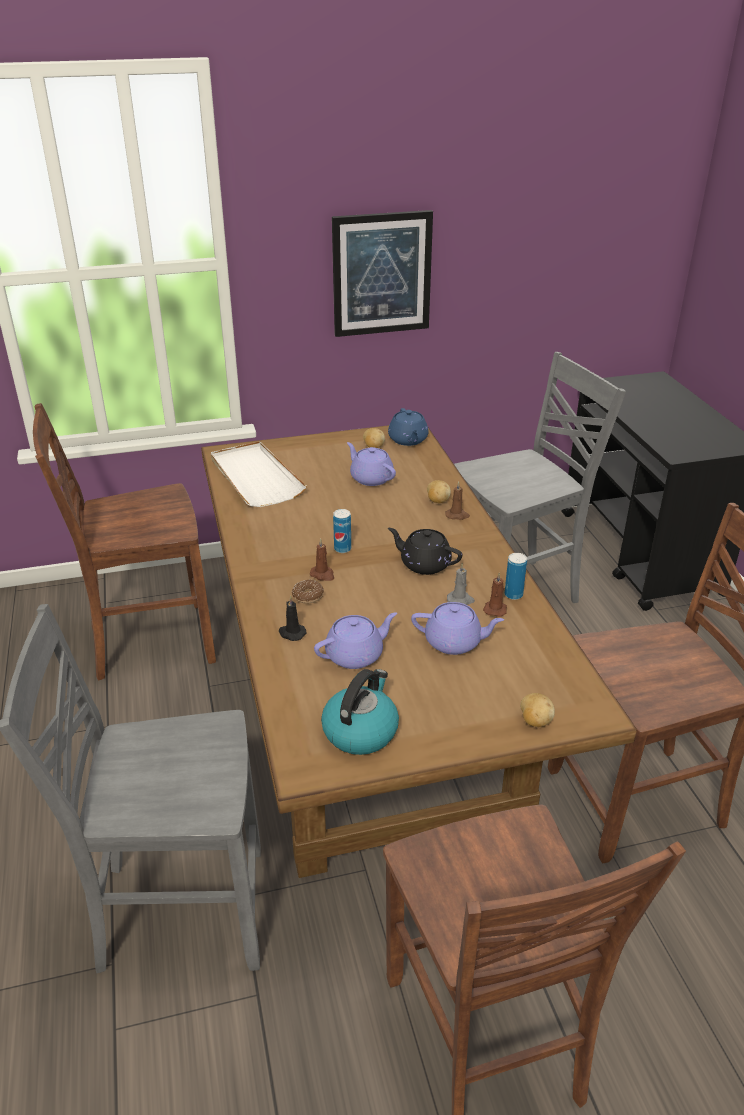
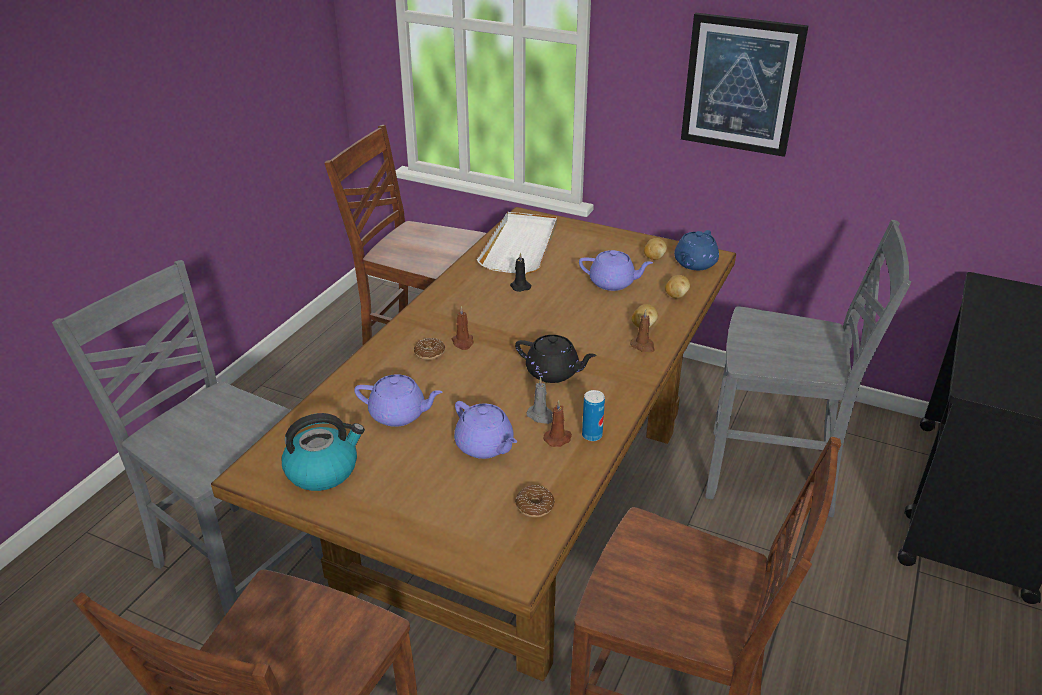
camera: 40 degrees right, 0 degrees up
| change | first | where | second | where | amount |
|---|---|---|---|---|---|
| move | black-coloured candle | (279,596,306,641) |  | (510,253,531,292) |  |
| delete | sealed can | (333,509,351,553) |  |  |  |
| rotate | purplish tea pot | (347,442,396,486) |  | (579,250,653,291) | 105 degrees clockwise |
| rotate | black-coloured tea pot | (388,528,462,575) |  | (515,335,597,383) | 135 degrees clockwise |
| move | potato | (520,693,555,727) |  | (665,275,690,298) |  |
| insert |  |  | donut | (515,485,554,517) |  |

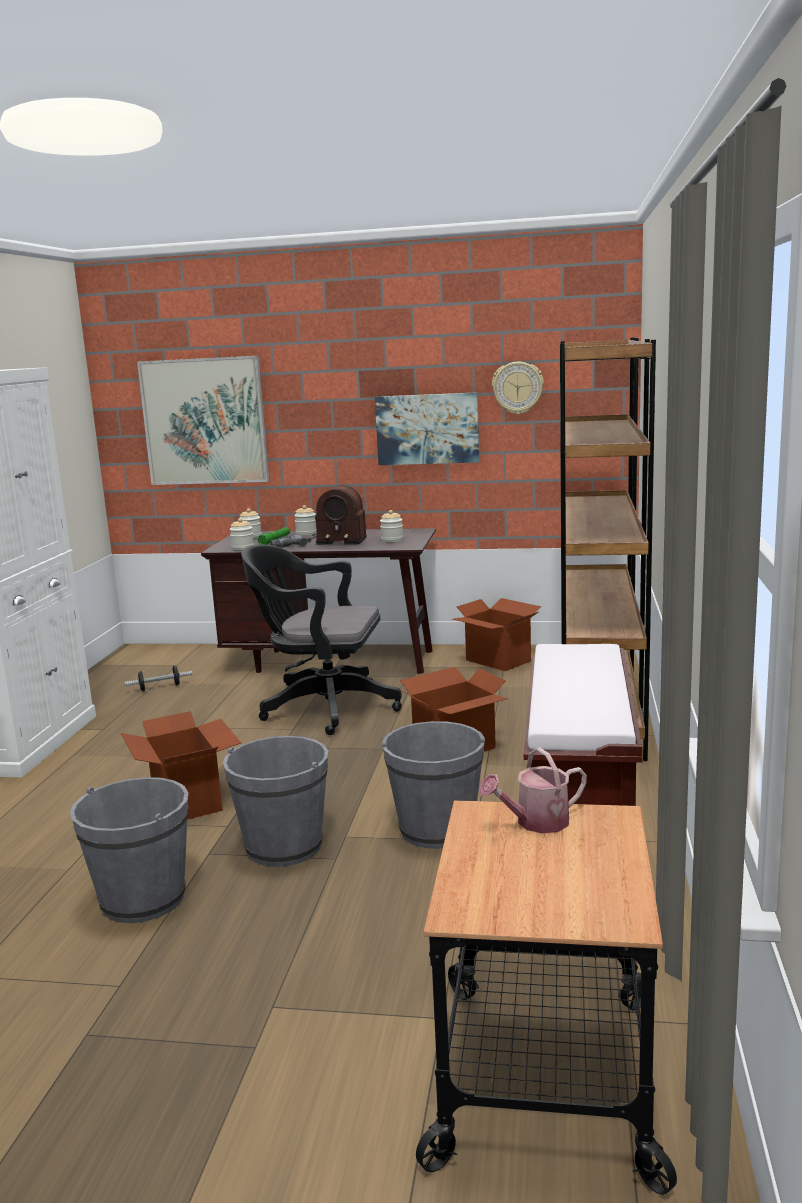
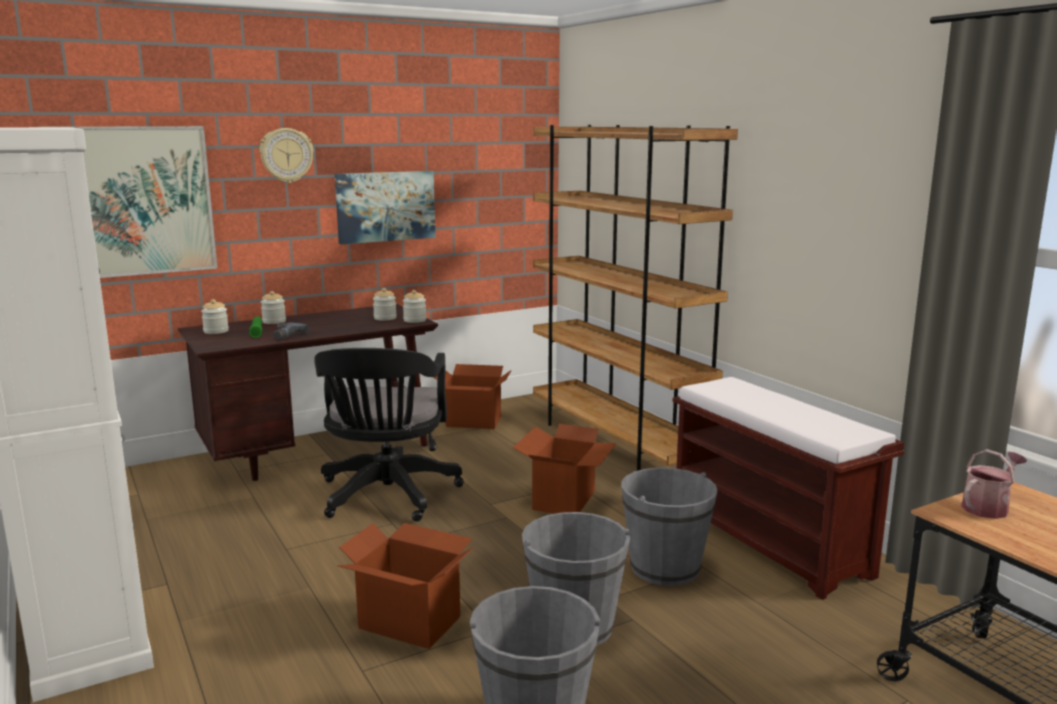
camera: 40 degrees left, 0 degrees up
| change | first | where | second | where | amount |
|---|---|---|---|---|---|
| delete | hand weight | (125,666,192,691) |  |  |  |
| move | storage jar | (230,518,254,550) |  | (403,290,426,323) |  |
| rotate | black-coloured desk chair | (241,545,402,735) |  | (314,348,464,522) | 60 degrees counterclockwise |
| delete | radio set | (307,485,367,544) |  |  |  |
| rotate | watering can | (479,747,587,834) |  | (961,449,1027,519) | 150 degrees counterclockwise |
| move | wall clock | (492,362,544,415) |  | (259,128,314,183) |  |

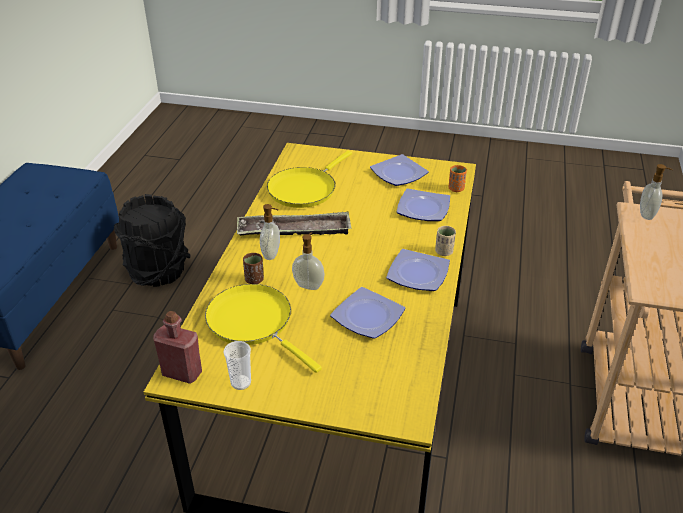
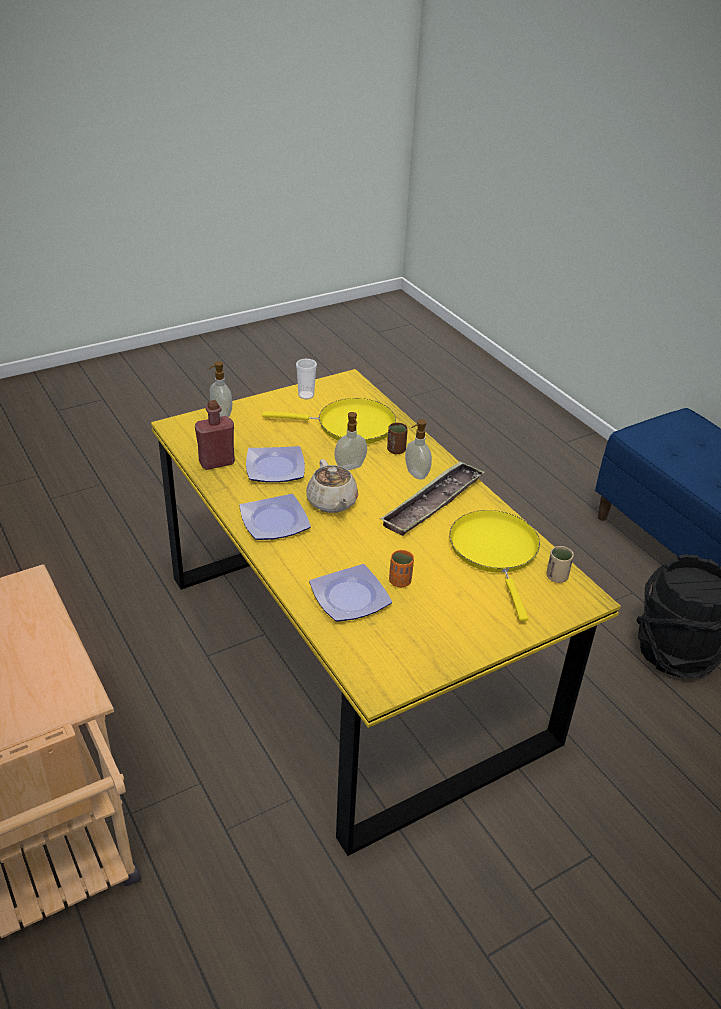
camera: 135 degrees right, 0 degrees up
| change | first | where | second | where | amount |
|---|---|---|---|---|---|
| move | red-coloured bottle | (153,311,202,384) |  | (195,400,235,470) |  |
| delete | flat dish | (370,154,429,186) |  |  |  |
| move | sand-coloured drinking cup | (435,226,456,256) |  | (546,546,573,583) |  |
| move | orange-coloured drinking cup | (449,165,467,192) |  | (389,550,414,587) |  |
| move | soap bottle | (640,164,673,220) |  | (208,361,232,417) |  |
| insert |  |  | sand-coloured tea pot | (306,459,358,513) |  |

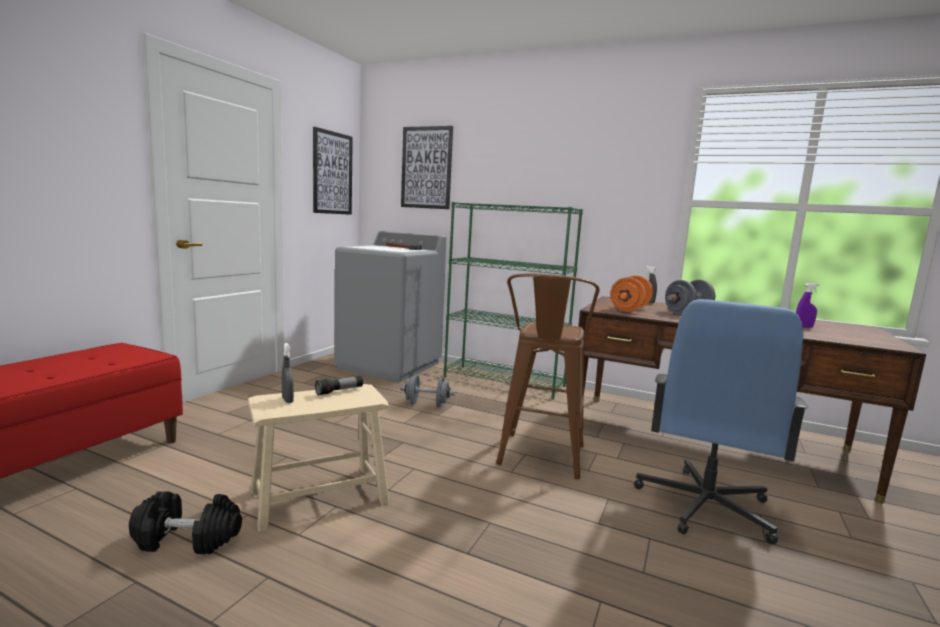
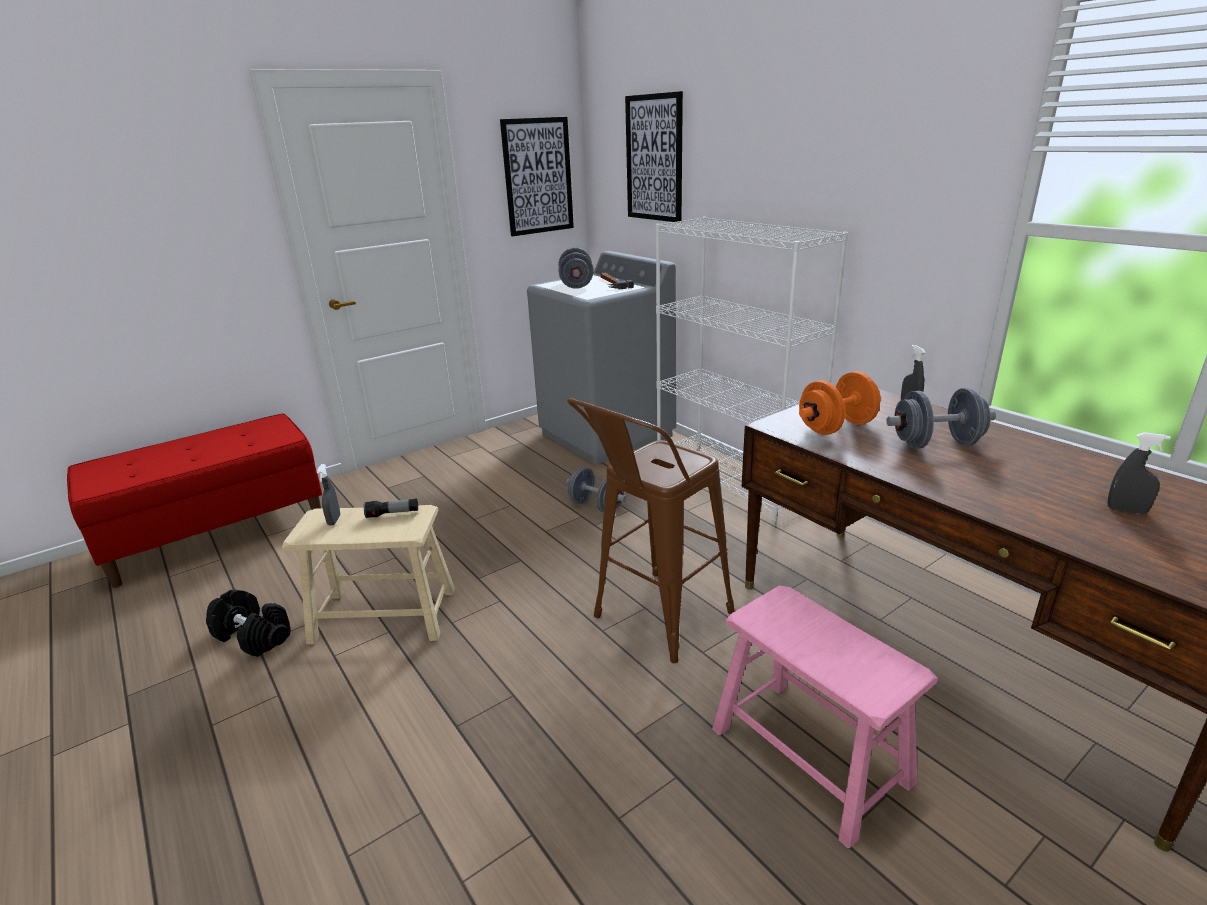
camera: 30 degrees right, 15 degrees up
| change | first | where | second | where | amount |
|---|---|---|---|---|---|
| recolor | greenish bookcase | (444,202,583,400) | white-coloured bookcase | (655,217,848,522) |  |
| replace | blue desk chair | (634,299,808,544) | pink-coloured sitting stool | (712,586,938,848) |  |
| recolor | purplish hand sprayer | (796,283,820,328) | gray hand sprayer | (1107,432,1171,514) |  |
| insert |  |  | gray hand weight | (558,248,593,289) |  |

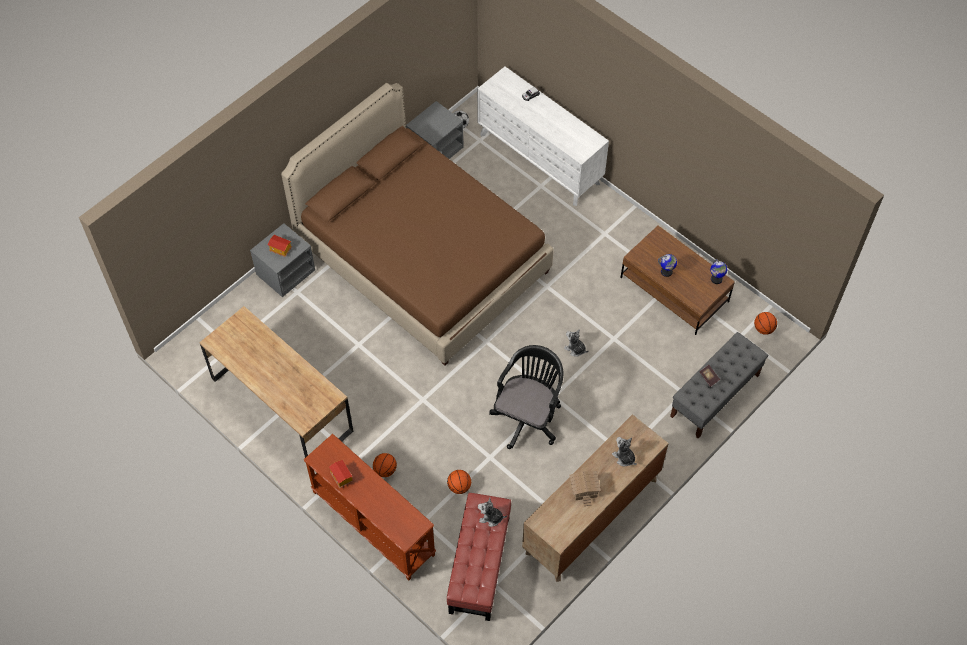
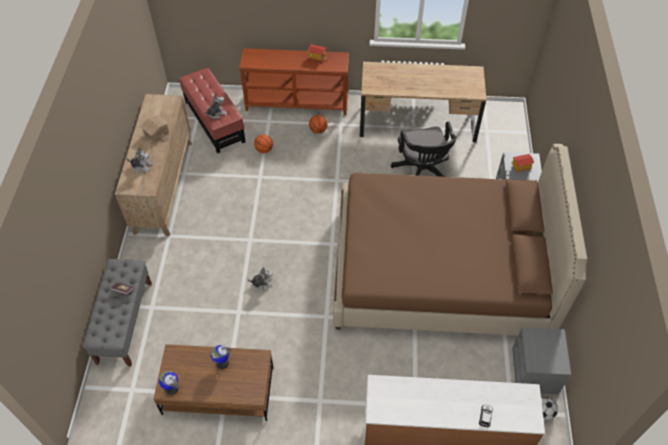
camera: 140 degrees right, 5 degrees down
| change | first | where | second | where | amount |
|---|---|---|---|---|---|
| move | black-coloured desk chair | (489,345,564,449) |  | (391,122,457,177) |  |
| delete | basketball | (754,312,777,335) |  |  |  |

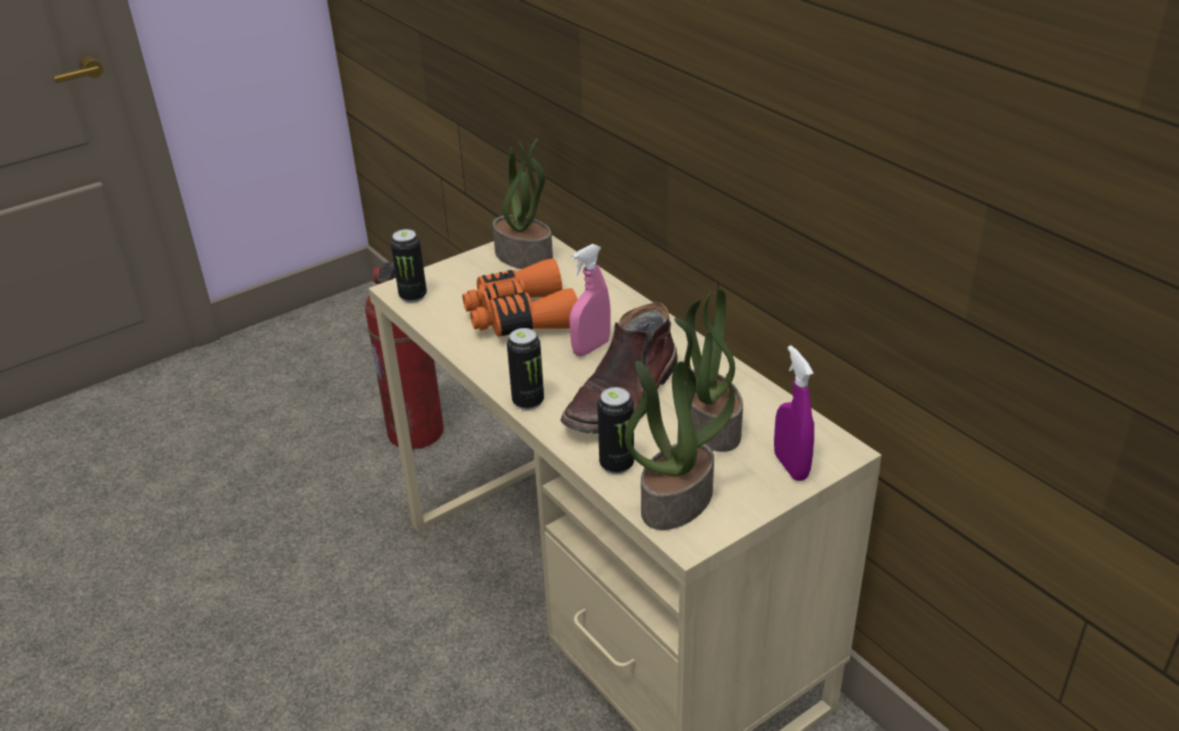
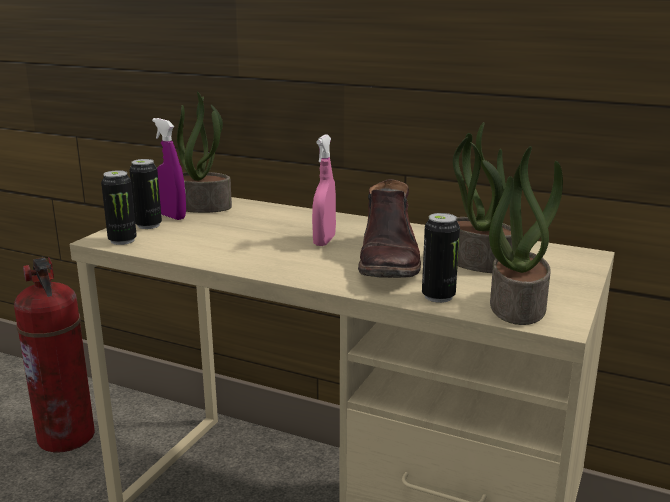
camera: 30 degrees left, 15 degrees down
| change | first | where | second | where | amount |
|---|---|---|---|---|---|
| delete | orange-coloured binoculars | (462,258,578,337) |  |  |  |
| move | sealed can | (507,328,544,410) |  | (129,159,162,229) |  |
| move | purplish hand sprayer | (774,345,814,481) |  | (152,118,186,220) |  |

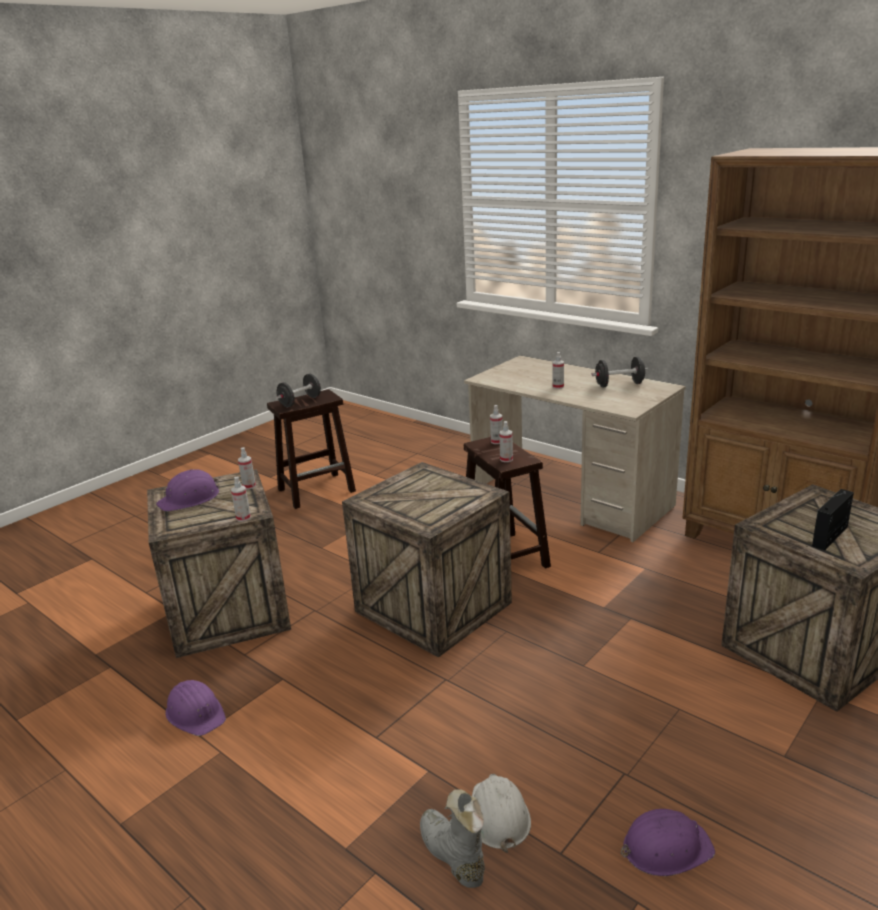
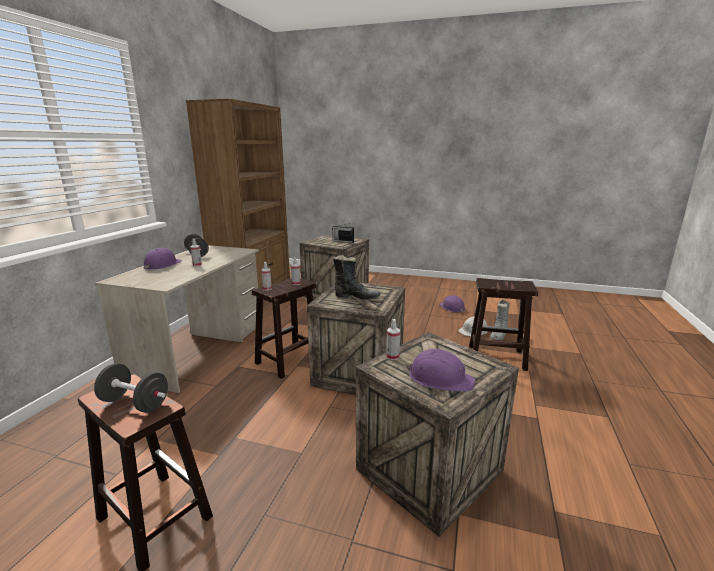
camera: 115 degrees left, 5 degrees down
| change | first | where | second | where | amount |
|---|---|---|---|---|---|
| move | purplish hard hat | (165,680,226,736) |  | (143,248,182,270) |  |
| delete | hand sprayer | (231,476,251,522) |  |  |  |
| insert |  |  | black-coloured tall boot | (333,255,381,300) |  |
| insert |  |  | brownish sitting stool | (469,278,538,371) |  |

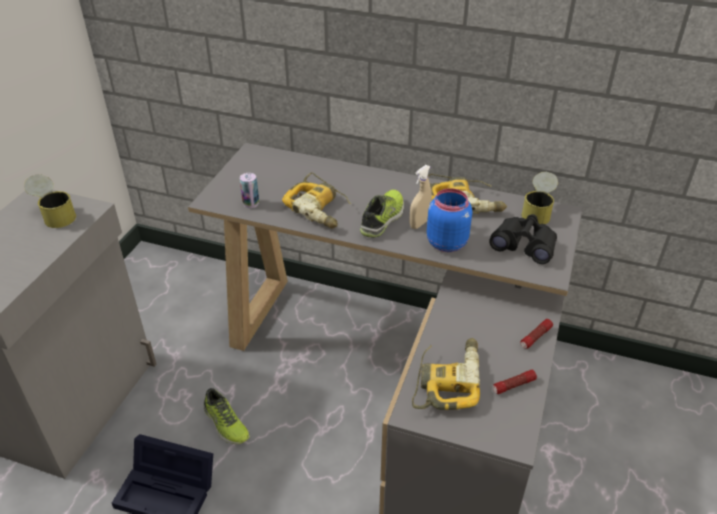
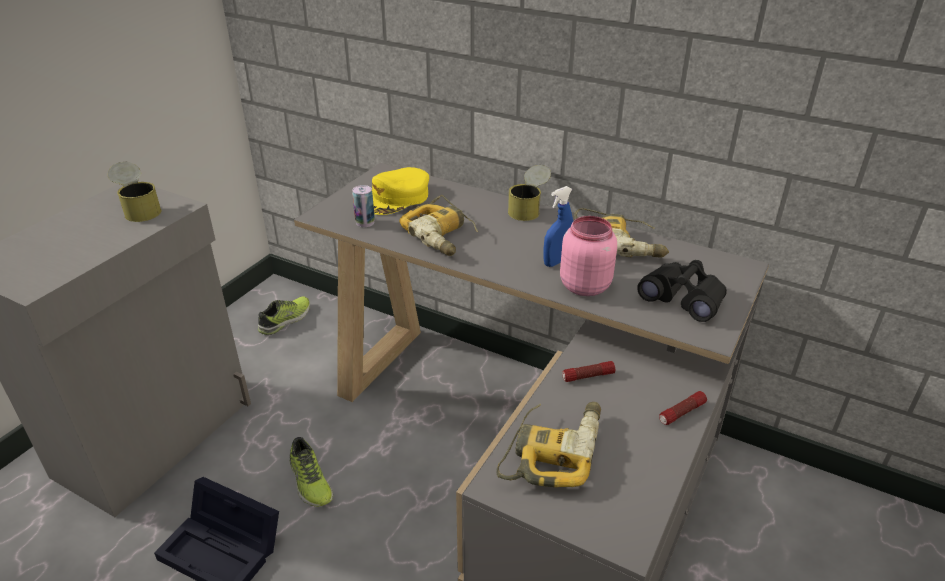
camera: 10 degrees right, 5 degrees down
| change | first | where | second | where | amount |
|---|---|---|---|---|---|
| move | low shoe | (360,190,404,238) |  | (258,296,310,335) |  |
| recolor | sand-coloured hand sprayer | (410,165,432,229) | blue hand sprayer | (543,186,573,267) |  |
| recolor | blue storage jar | (427,188,472,252) | pink-coloured storage jar | (560,216,617,296) |  |
| move | torch | (493,370,537,394) |  | (562,361,615,382) |  |
| move | sealed can | (521,171,558,224) |  | (508,165,551,221) |  |
| insert |  |  | yellowish cap | (372,167,429,215) |  |

